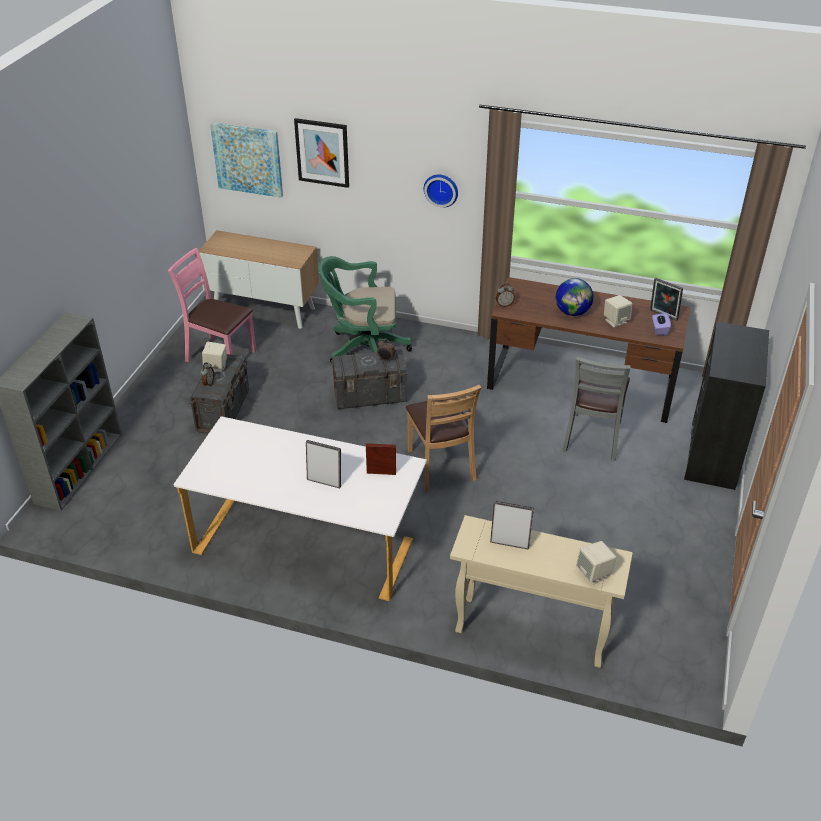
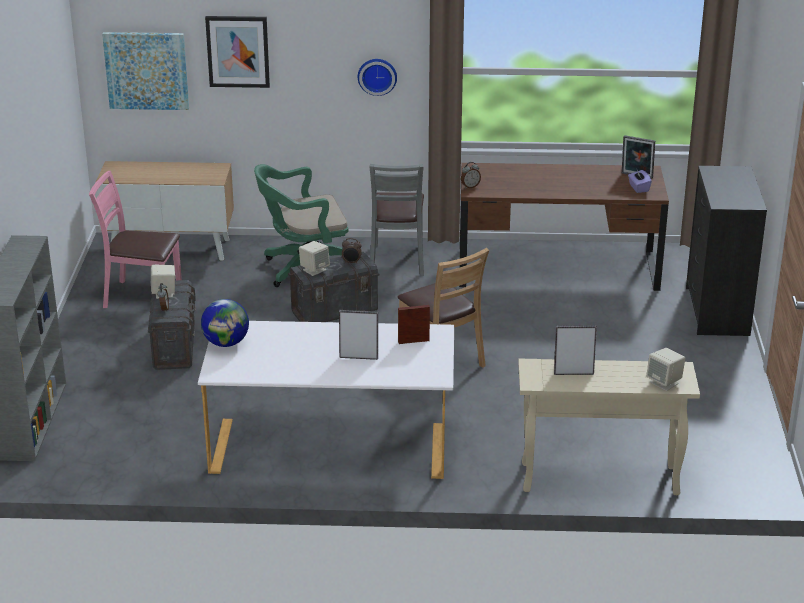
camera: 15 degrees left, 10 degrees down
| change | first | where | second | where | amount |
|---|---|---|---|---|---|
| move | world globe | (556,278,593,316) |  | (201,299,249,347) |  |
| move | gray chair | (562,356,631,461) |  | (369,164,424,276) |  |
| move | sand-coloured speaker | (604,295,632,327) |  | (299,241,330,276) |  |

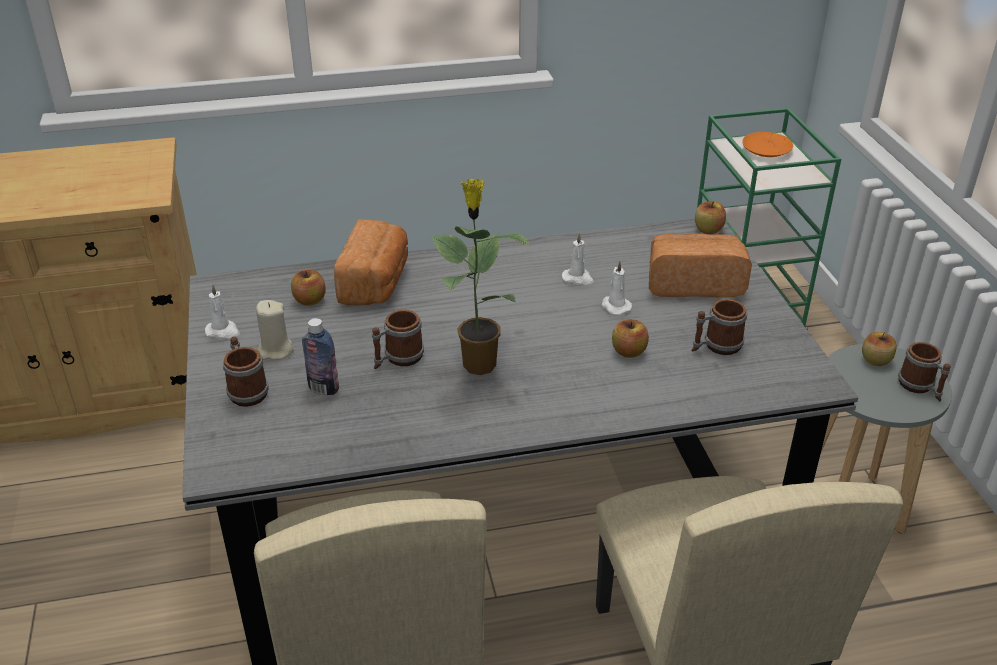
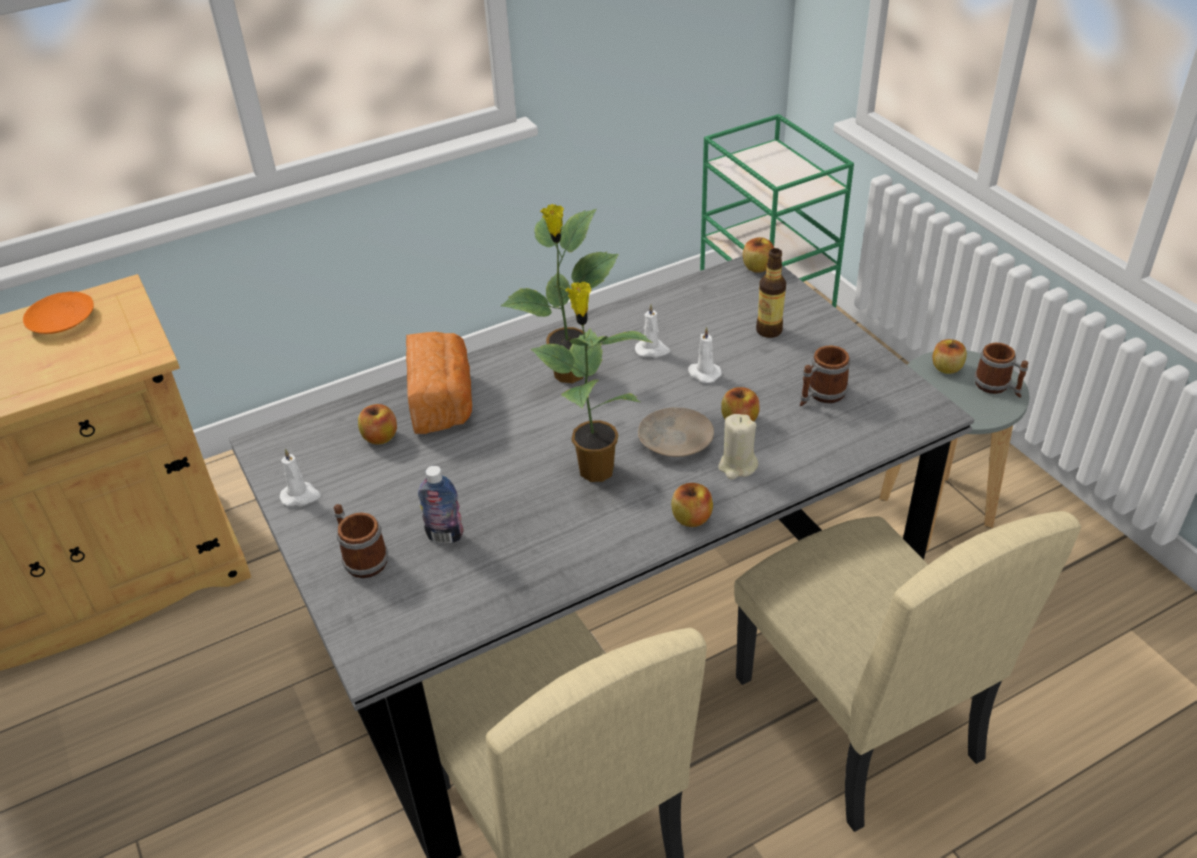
camera: 15 degrees left, 5 degrees up
| change | first | where | second | where | amount |
|---|---|---|---|---|---|
| move | sand-coloured candle | (256,300,293,360) |  | (718,414,758,480) |  |
| delete | tea mug | (372,310,424,369) |  |  |  |
| replace | baked bread | (649,233,752,298) | bottle | (756,248,786,338) |  |
| move | orange-coloured flat dish | (742,132,793,157) |  | (23,292,94,334) |  |
| insert |  |  | plant in a pot | (501,204,619,383) |  |
| insert |  |  | sand-coloured flat dish | (638,407,714,457) |  |
| insert |  |  | whole apple | (671,483,713,527) |  |

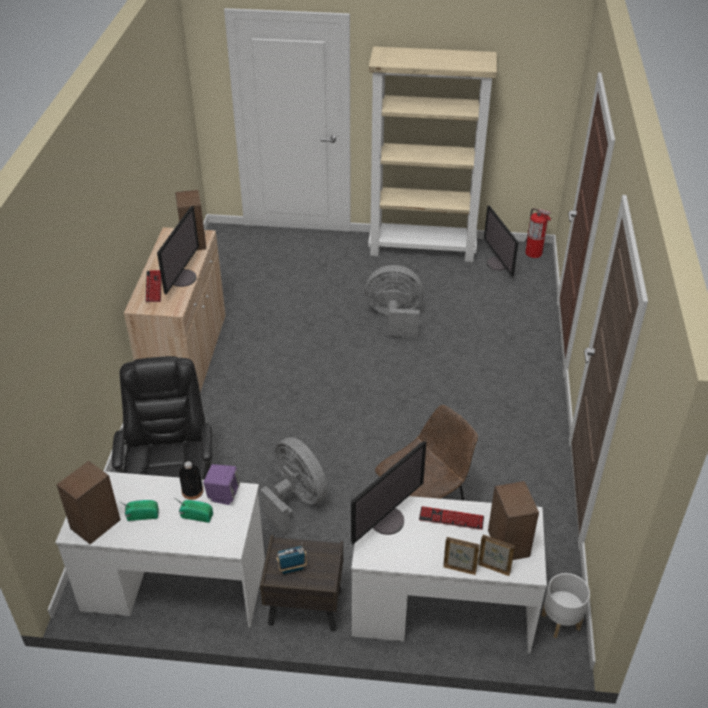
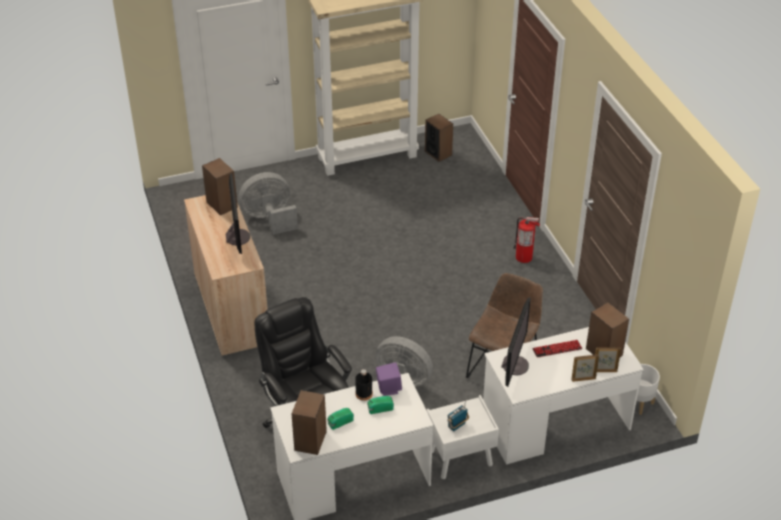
camera: 25 degrees left, 0 degrees up
| change | first | where | second | where | amount |
|---|---|---|---|---|---|
| delete | PC keyboard | (145,270,161,302) |  |  |  |
| recolor | brownish bedside table | (260,535,343,631) | white-coloured bedside table | (427,395,499,479) |  |
| move | gray cooling fan | (365,265,424,338) |  | (239,172,298,235) |  |
| replace | monitor | (484,206,519,276) | speaker | (425,114,453,162) |  |
| move | fire extinguisher | (525,208,551,258) |  | (513,217,540,263) |  |

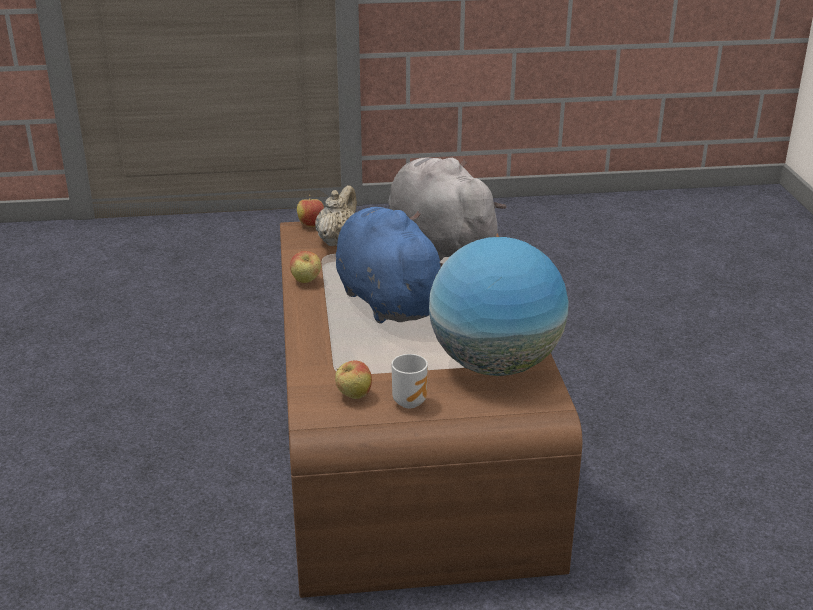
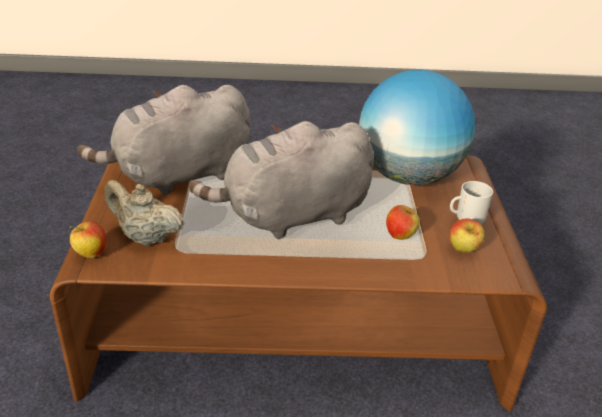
camera: 85 degrees left, 5 degrees up
| change | first | where | second | where | amount |
|---|---|---|---|---|---|
| move | whole apple | (290,251,321,283) |  | (386,205,420,240) |  |
| recolor | blue plush toy | (336,207,443,324) | gray plush toy | (189,121,374,239) |  |

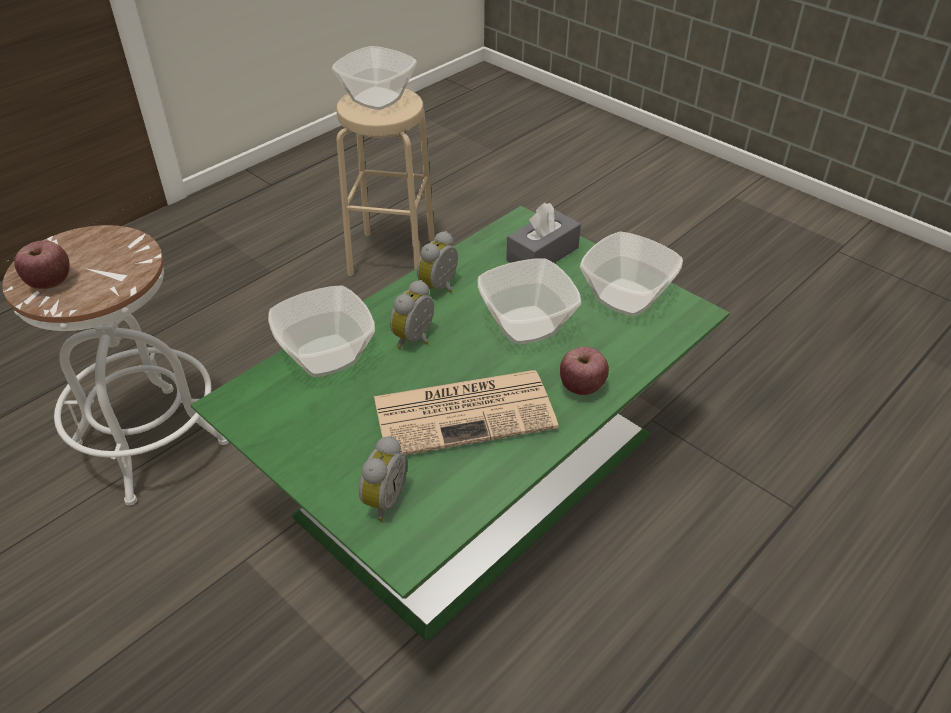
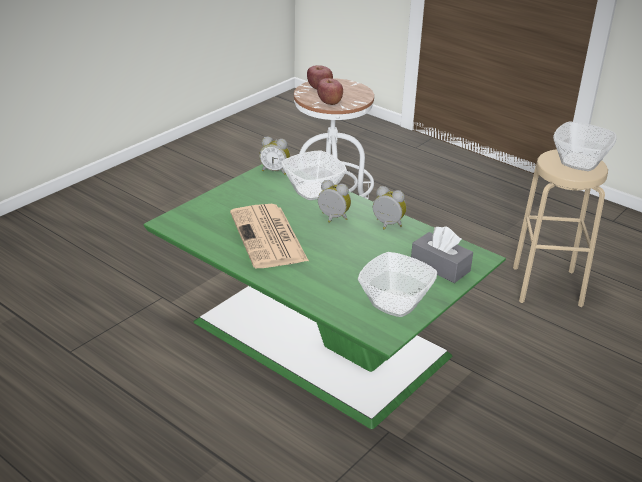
camera: 85 degrees right, 10 degrees down
| change | first | where | second | where | amount |
|---|---|---|---|---|---|
| move | alarm clock | (359,436,408,522) |  | (259,136,290,175) |  |
| delete | serving bowl | (478,259,581,344) |  |  |  |
| move | whole apple | (560,347,609,395) |  | (317,78,343,105) |  |

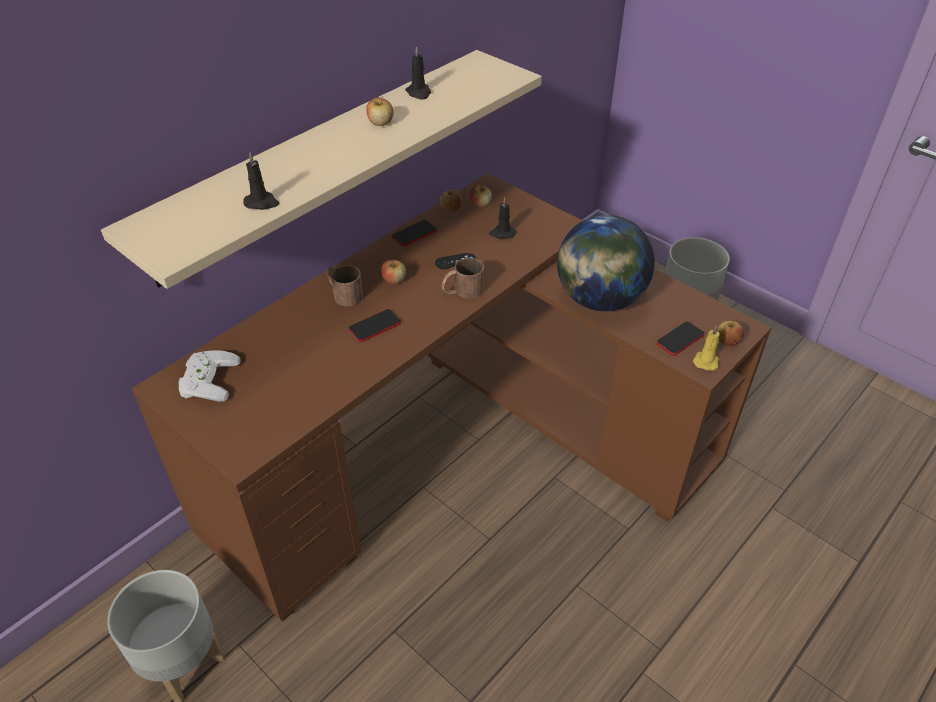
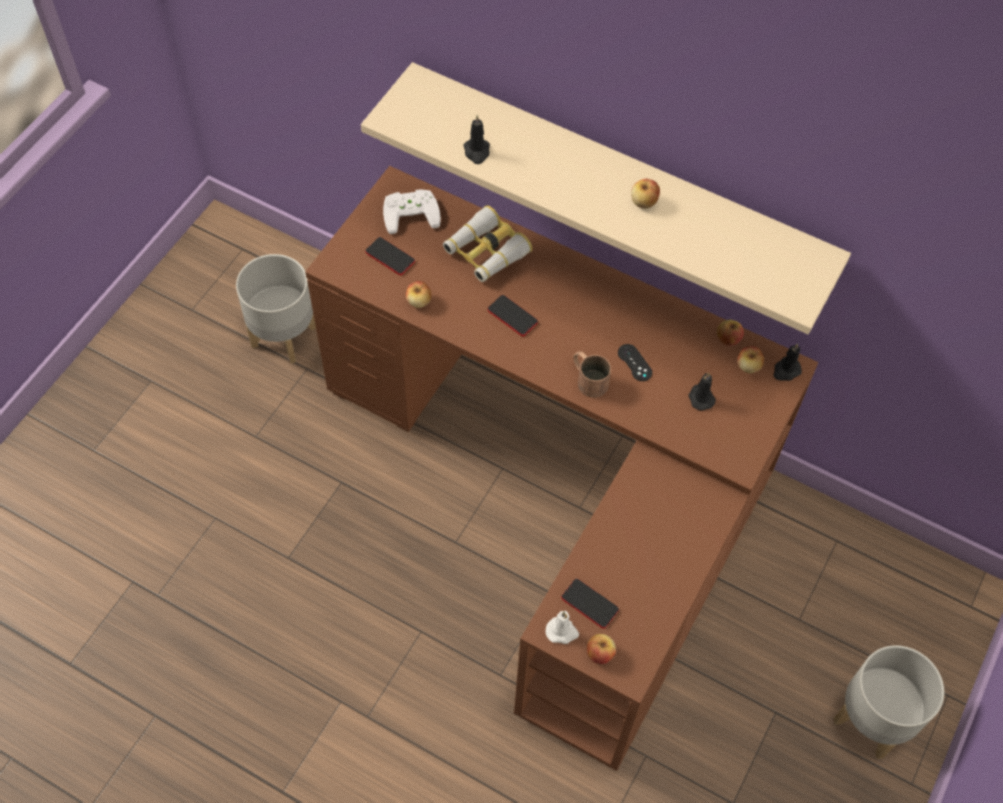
camera: 75 degrees right, 15 degrees up
| change | first | where | second | where | amount |
|---|---|---|---|---|---|
| delete | brownish tea mug | (327,265,363,306) |  |  |  |
| move | whole apple | (381,258,406,284) |  | (406,281,431,308) |  |
| move | telephone | (391,220,437,247) |  | (365,237,415,275) |  |
| move | black-coloured candle | (405,46,431,100) |  | (773,343,802,381) |  |
| delete | world globe | (557,215,655,311) |  |  |  |
| recolor | yellowish candle | (693,325,720,371) | white-coloured candle | (545,611,579,644) |  |
| insert |  |  | binoculars | (443,205,532,282) |  |

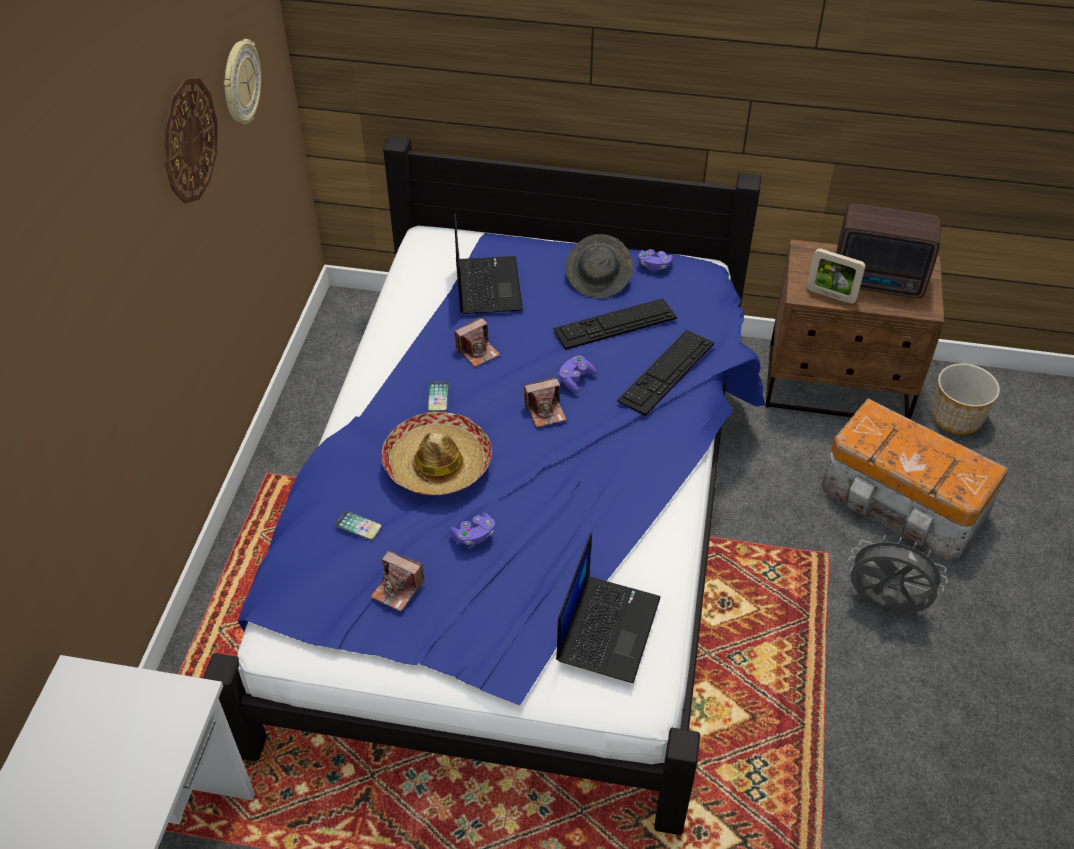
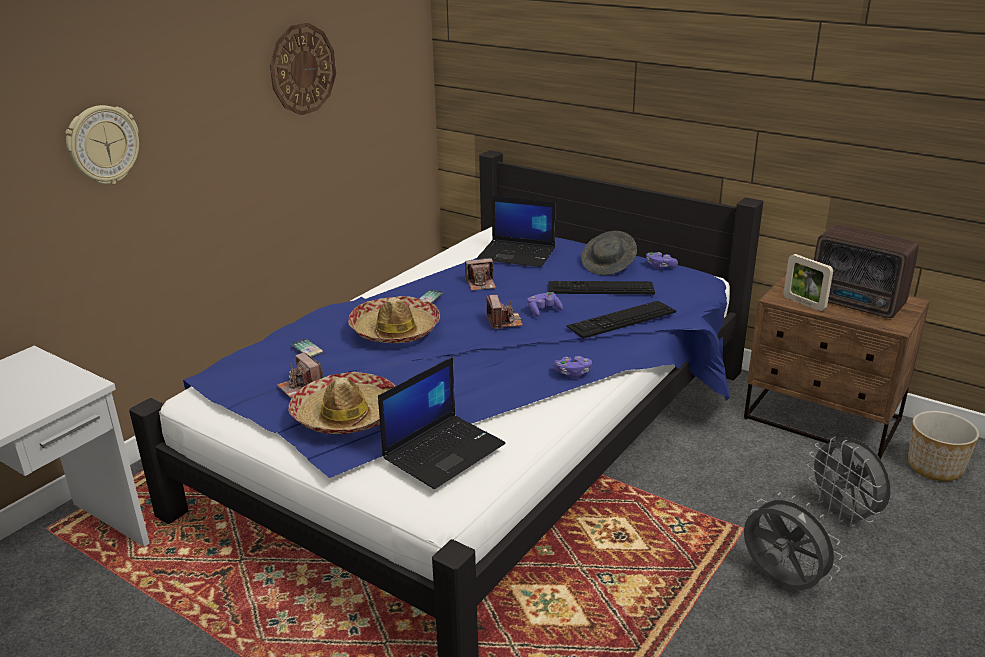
camera: 25 degrees right, 20 degrees down
| change | first | where | second | where | amount |
|---|---|---|---|---|---|
| move | wall clock | (224,39,261,124) |  | (65,105,139,184) |  |
| move | purplish gamepad | (450,513,495,545) |  | (553,356,592,378) |  |
| rotate | portable computer | (454,213,523,314) |  | (477,196,556,267) | 90 degrees clockwise |
| rotate | still camera | (524,377,567,427) |  | (486,295,523,329) | 105 degrees counterclockwise |
| replace | storage container | (822,399,1009,560) | gray cooling fan | (807,437,891,527) |  |
| insert |  |  | hat | (288,372,395,434) |  |

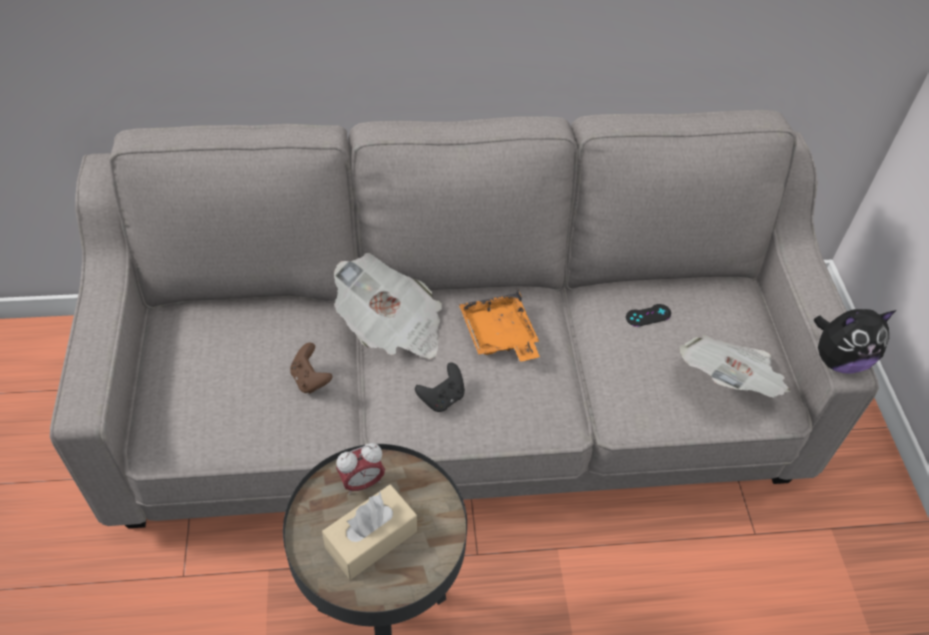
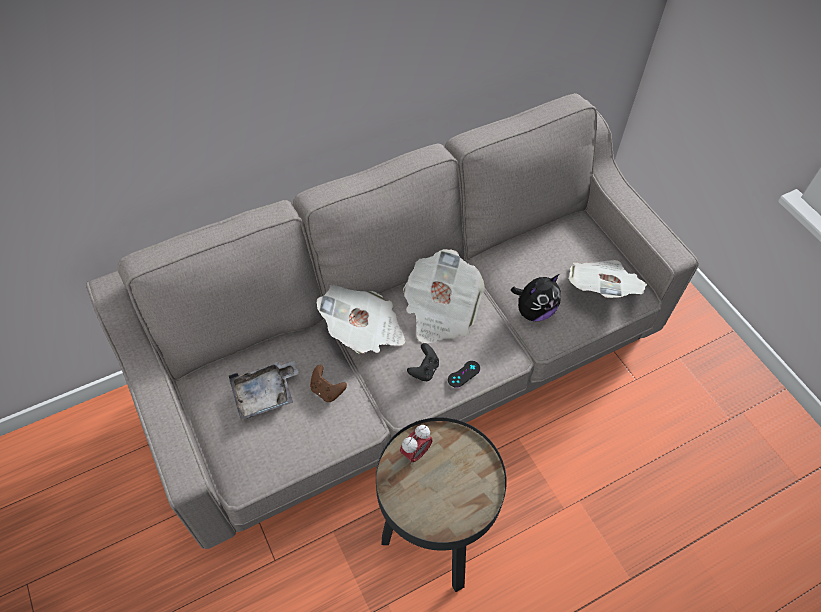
camera: 20 degrees left, 5 degrees up
| change | first | where | second | where | amount |
|---|---|---|---|---|---|
| delete | sand-coloured tissue holder | (322,485,417,580) |  |  |  |
| replace | orange-coloured serving tray | (459,290,540,362) | newspaper | (403,249,485,343) |  |
| move | black-coloured gamepad | (626,304,671,327) |  | (448,361,480,388) |  |
| move | plush toy | (814,309,896,373) |  | (511,274,561,321) |  |
| insert |  |  | gray serving tray | (229,361,299,420) |  |

